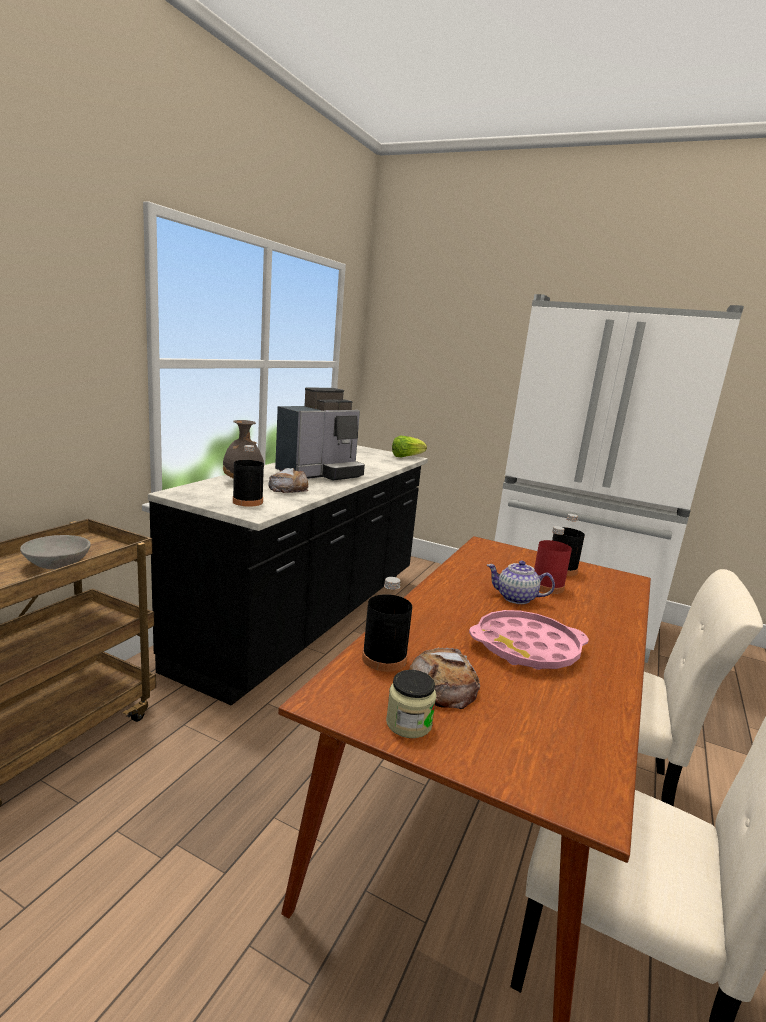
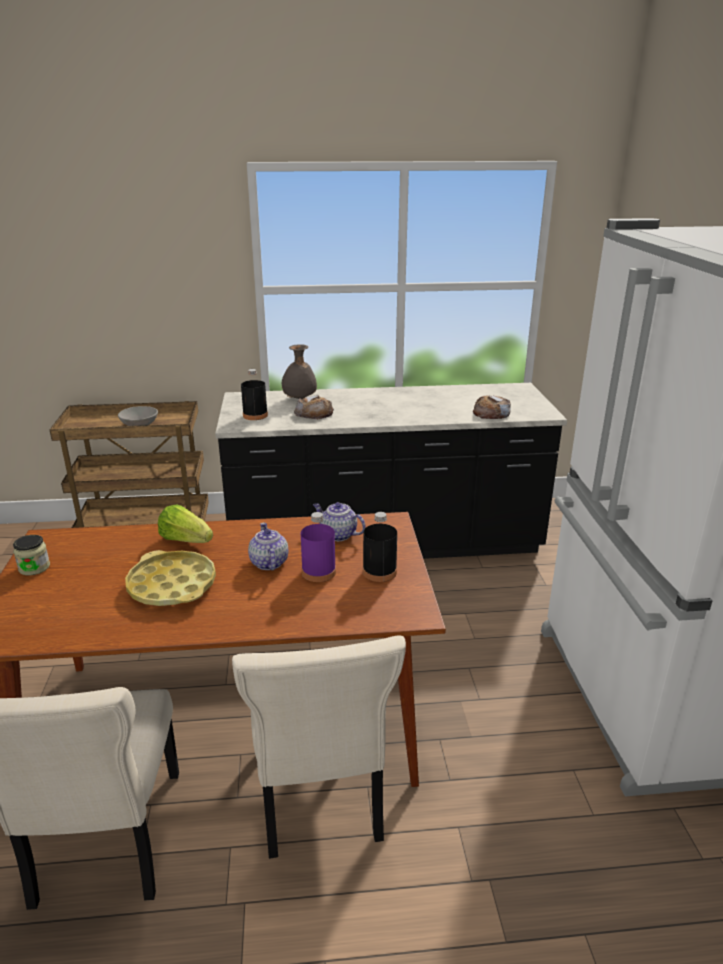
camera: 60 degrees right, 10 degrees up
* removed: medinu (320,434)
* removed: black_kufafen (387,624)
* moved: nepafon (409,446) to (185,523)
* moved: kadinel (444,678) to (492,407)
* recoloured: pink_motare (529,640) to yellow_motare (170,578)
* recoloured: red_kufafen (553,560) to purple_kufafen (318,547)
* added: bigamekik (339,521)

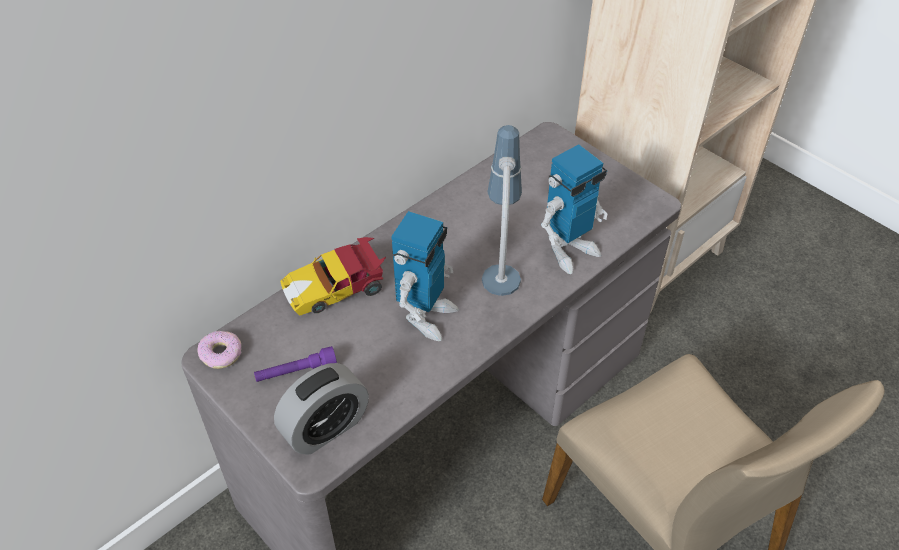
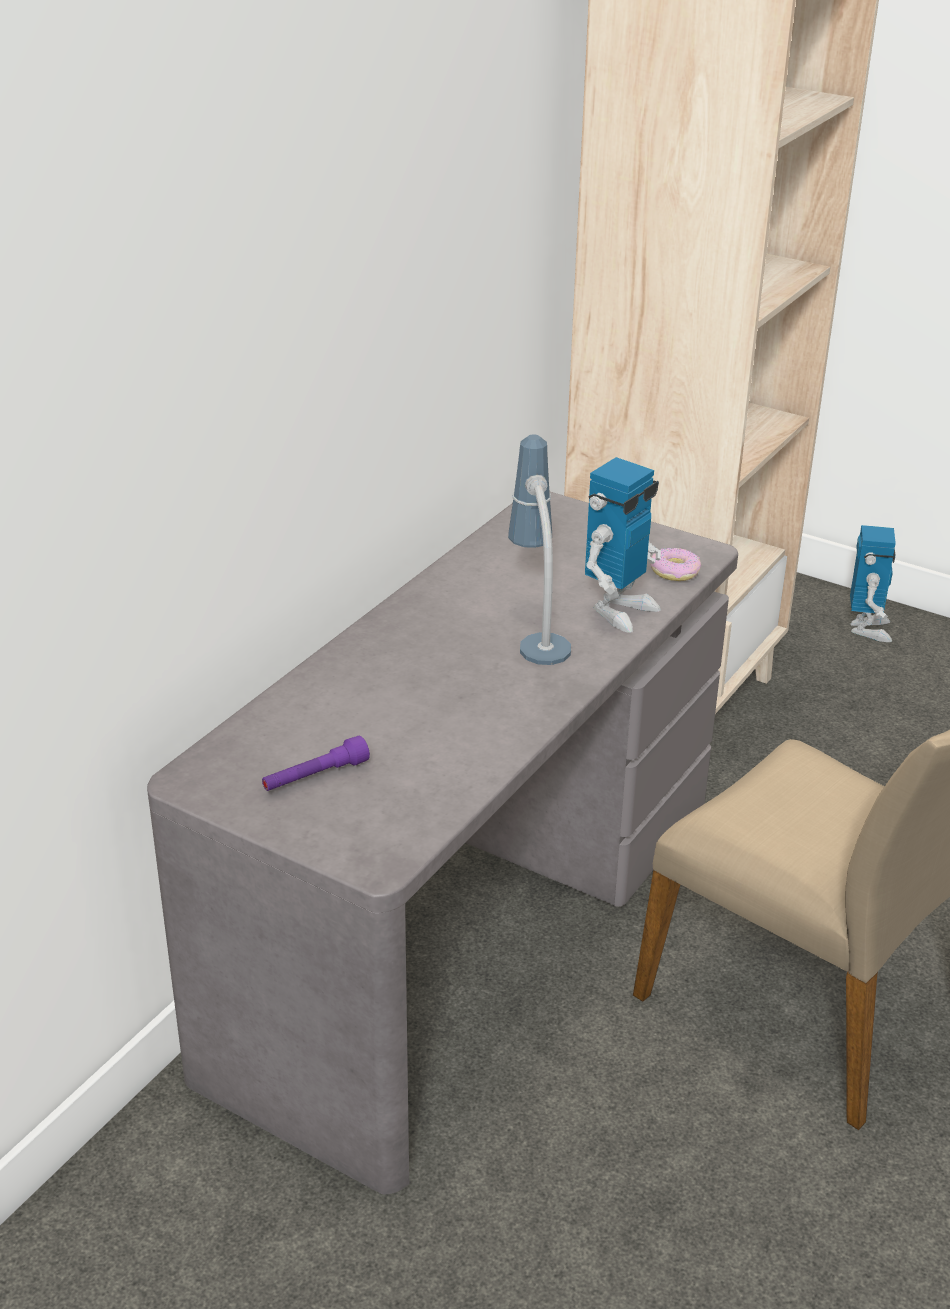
camera: 15 degrees left, 15 degrees down
* moved: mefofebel (219,350) to (676,564)
* removed: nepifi (321,409)
* removed: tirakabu (333,276)
* moved: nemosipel (425,276) to (873,583)

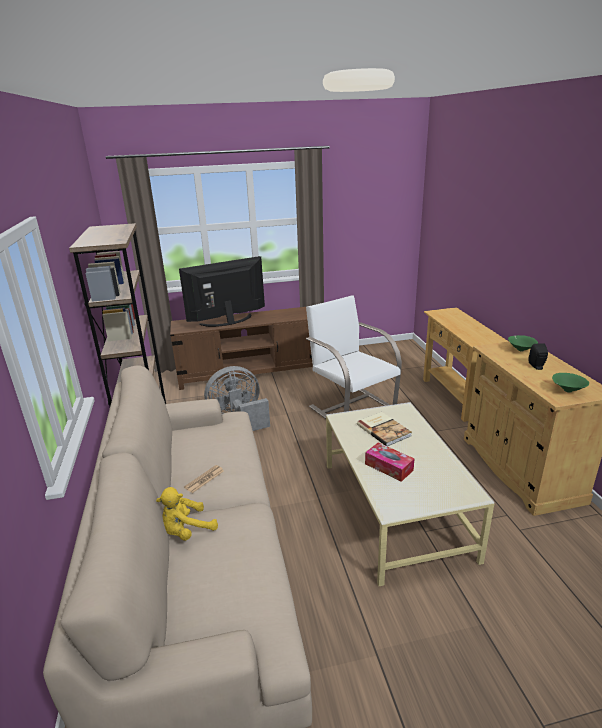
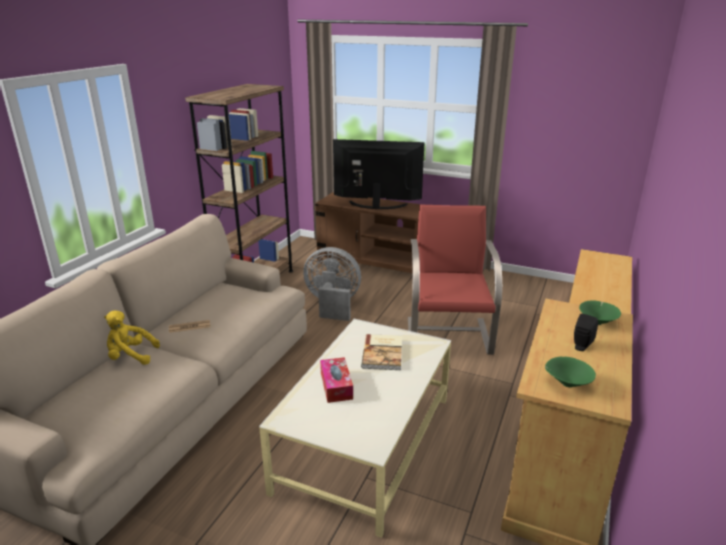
camera: 35 degrees right, 0 degrees up
* recoloured: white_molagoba (354,357) to red_molagoba (455,280)

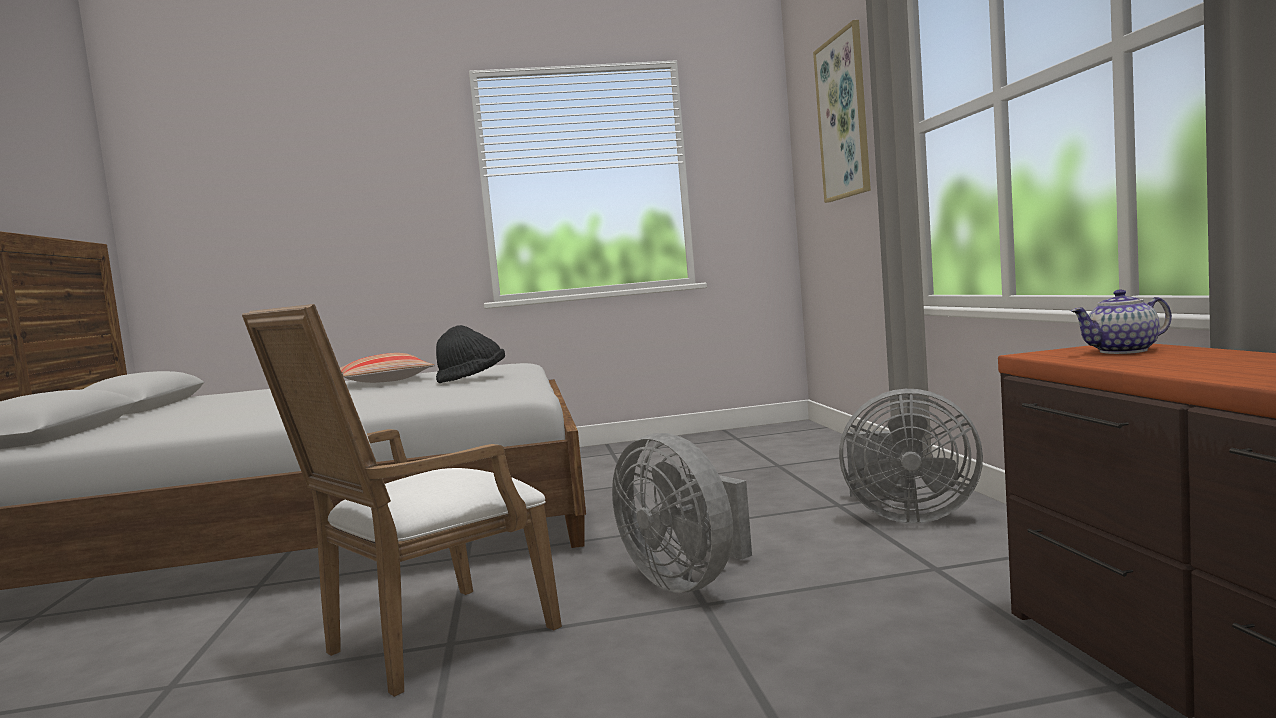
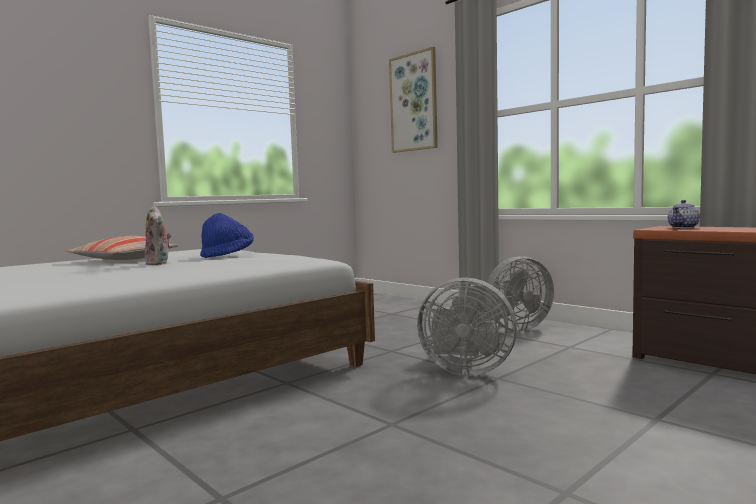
camera: 35 degrees left, 0 degrees up
* removed: white_molagoba (402,500)
* recoloured: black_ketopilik (470,354) to blue_ketopilik (227,235)
* added: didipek (158,235)

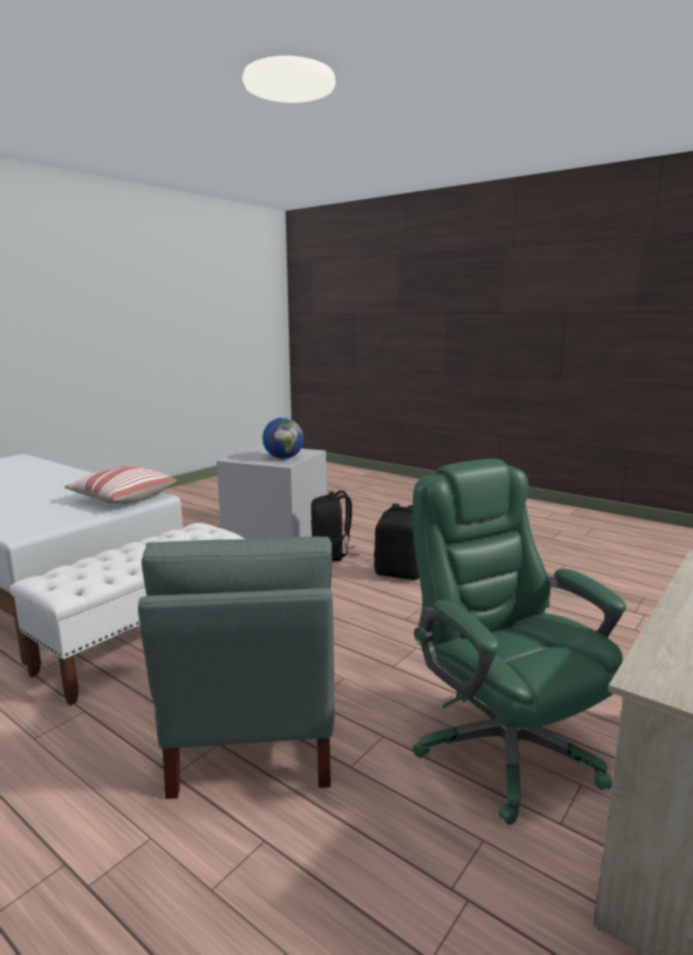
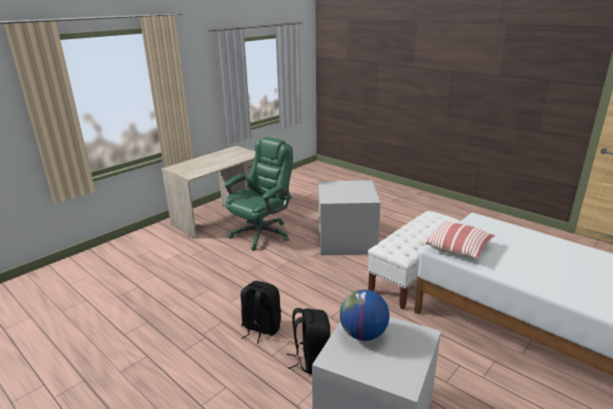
camera: 175 degrees left, 10 degrees up
* replaced: grey_molagoba (236,668) to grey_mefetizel (349,217)
* turned: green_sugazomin (519,642) = (259,194) 120 degrees counterclockwise

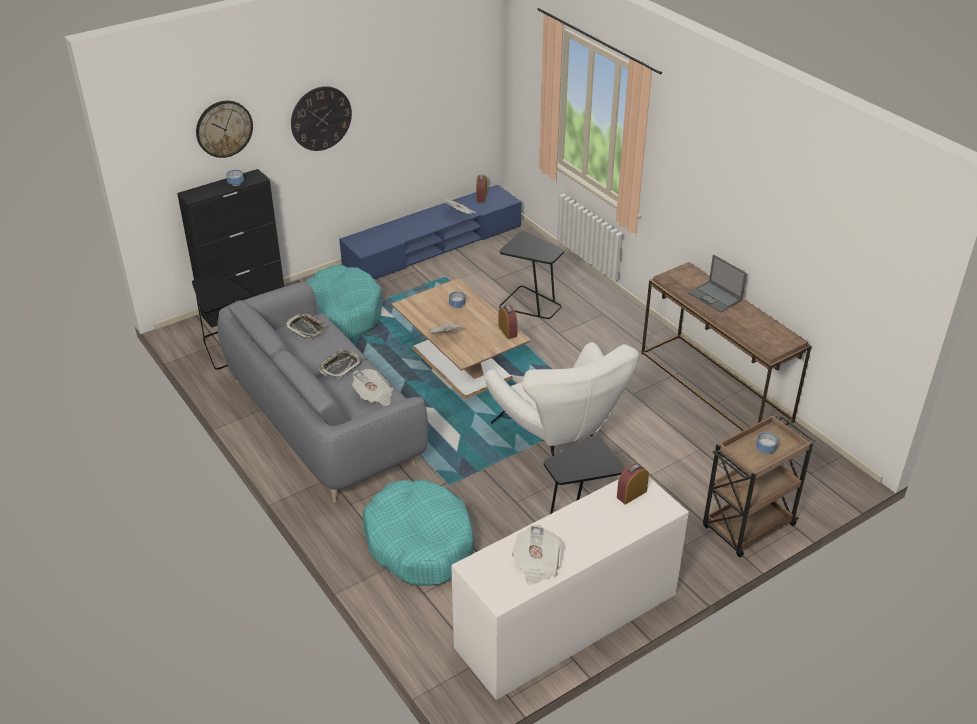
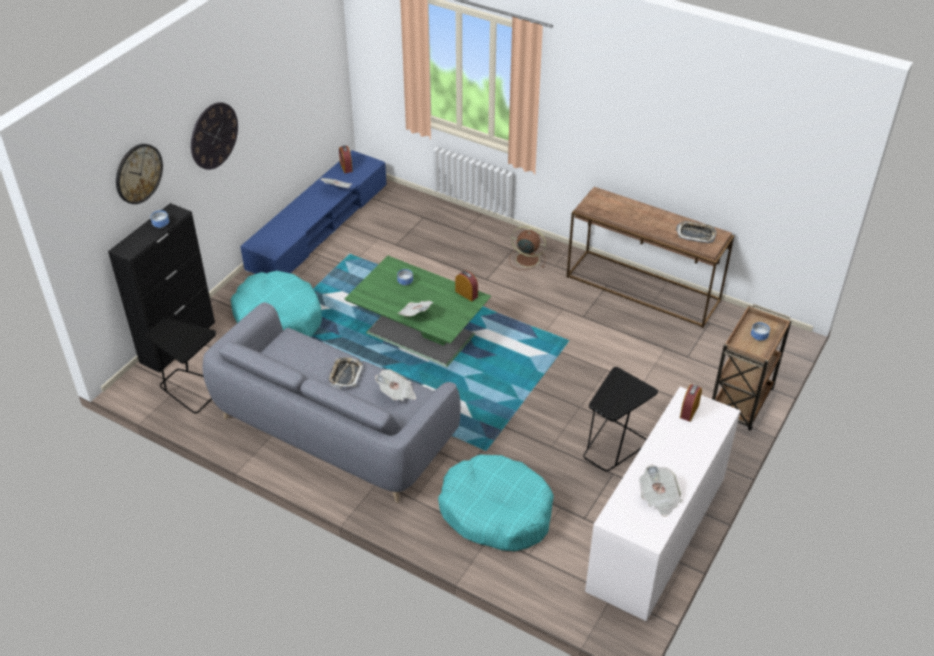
camera: 25 degrees left, 5 degrees up
* moved: motare (305,326) to (696,232)
* recoloured: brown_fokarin (461,338) to green_fokarin (417,311)
* removed: white_molagoba (562,399)
* removed: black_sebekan (531,275)
* removed: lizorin (717,284)
* added: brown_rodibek (527,248)

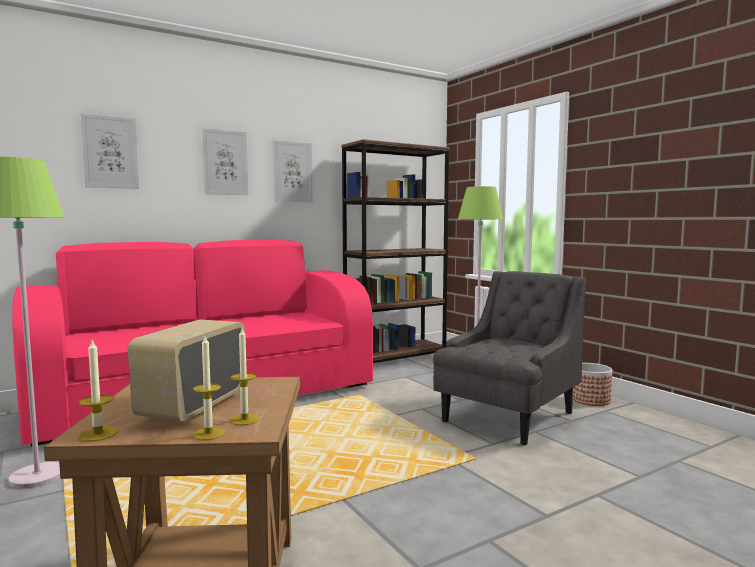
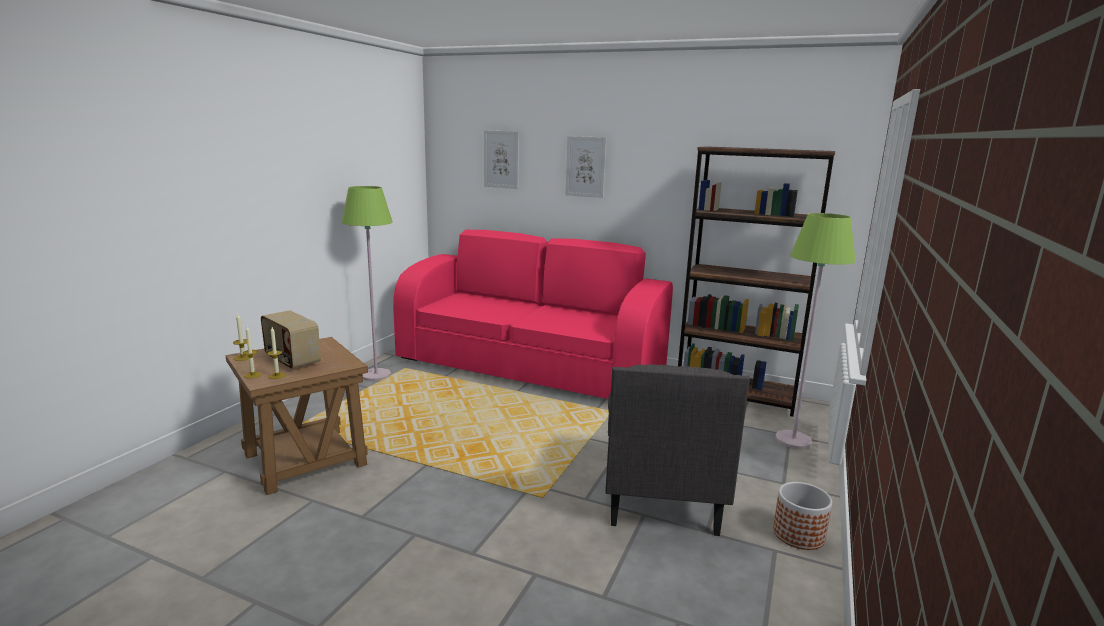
camera: 55 degrees right, 10 degrees up
* turned: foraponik (186,371) = (291,340) 120 degrees counterclockwise
* removed: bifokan (293,171)
* turned: grey_molagoba (509,358) = (677,450) 90 degrees clockwise

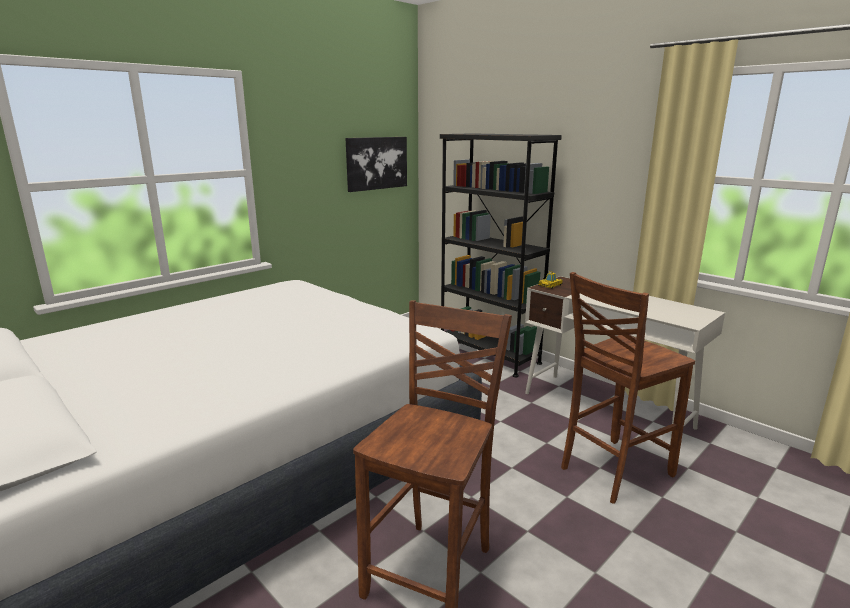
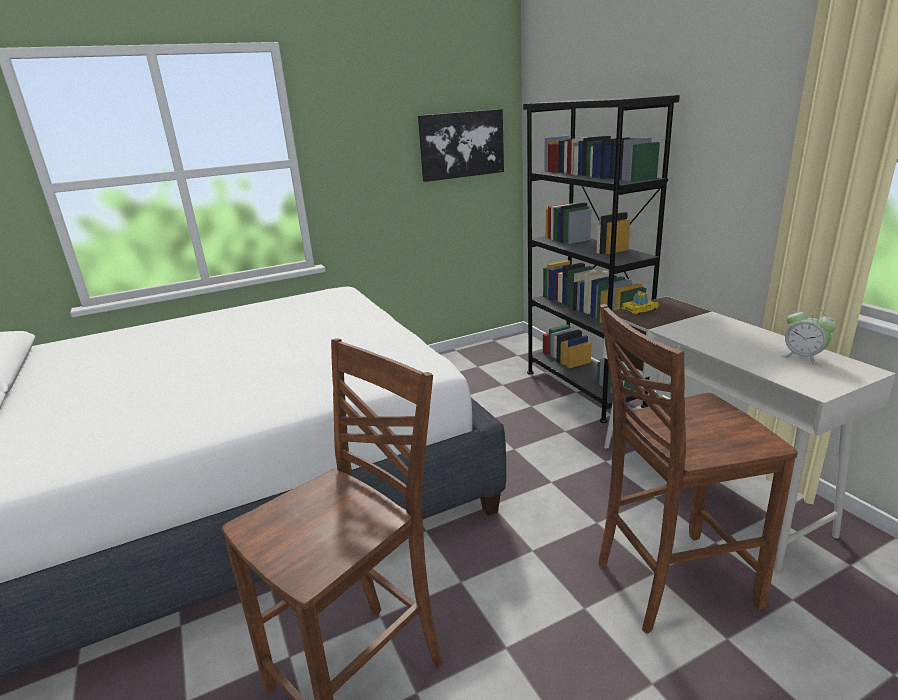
camera: 20 degrees right, 5 degrees up
* added: nepifi (809,336)

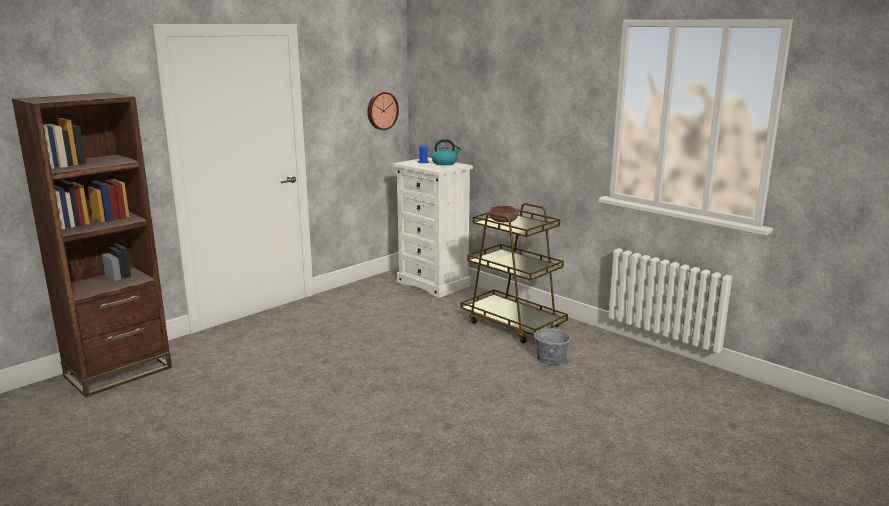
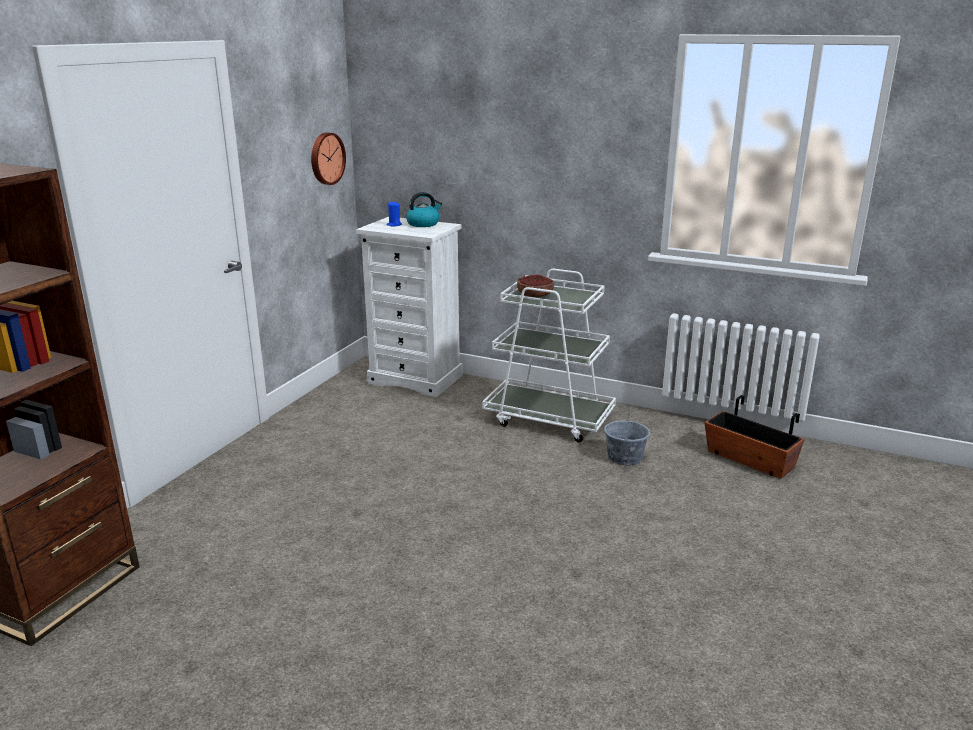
camera: 20 degrees left, 5 degrees up
* recoloured: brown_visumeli (514,273) to white_visumeli (549,356)
* added: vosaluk (755,437)

